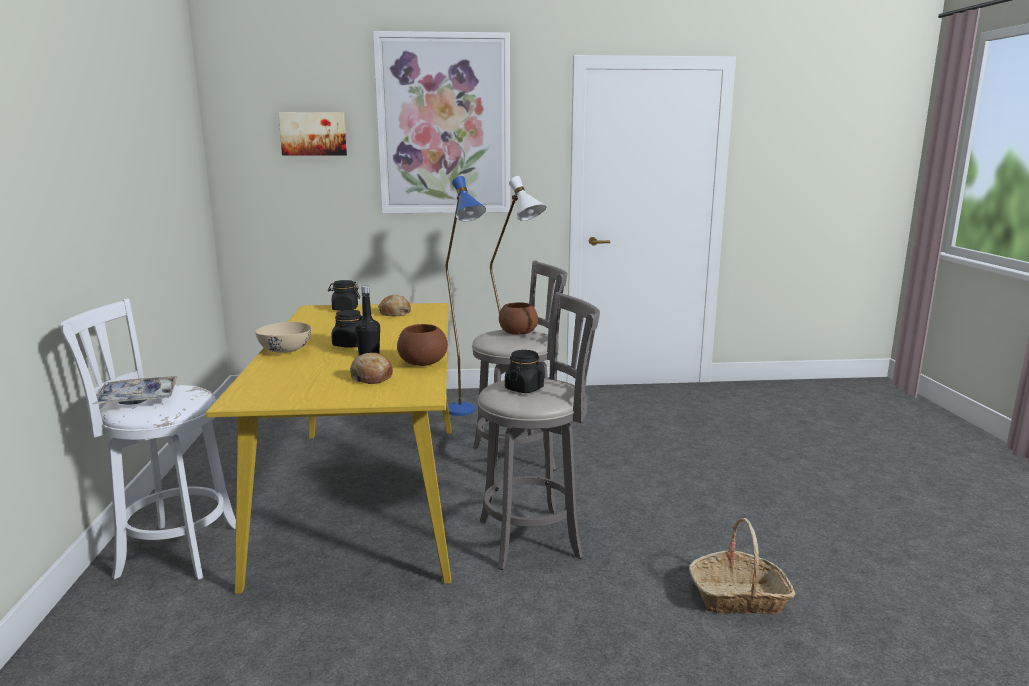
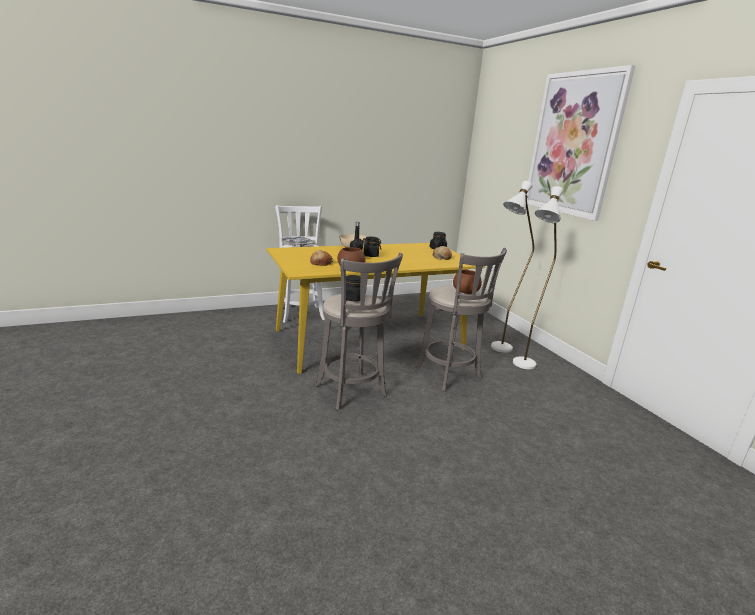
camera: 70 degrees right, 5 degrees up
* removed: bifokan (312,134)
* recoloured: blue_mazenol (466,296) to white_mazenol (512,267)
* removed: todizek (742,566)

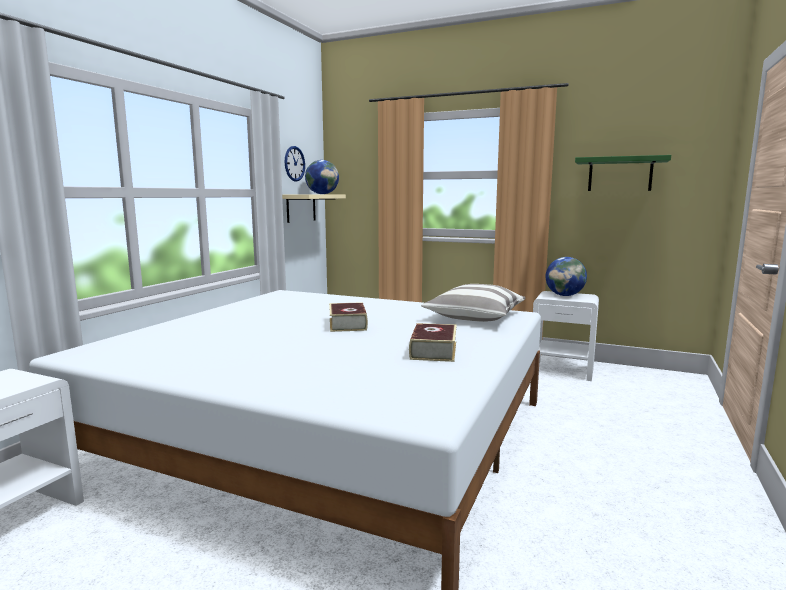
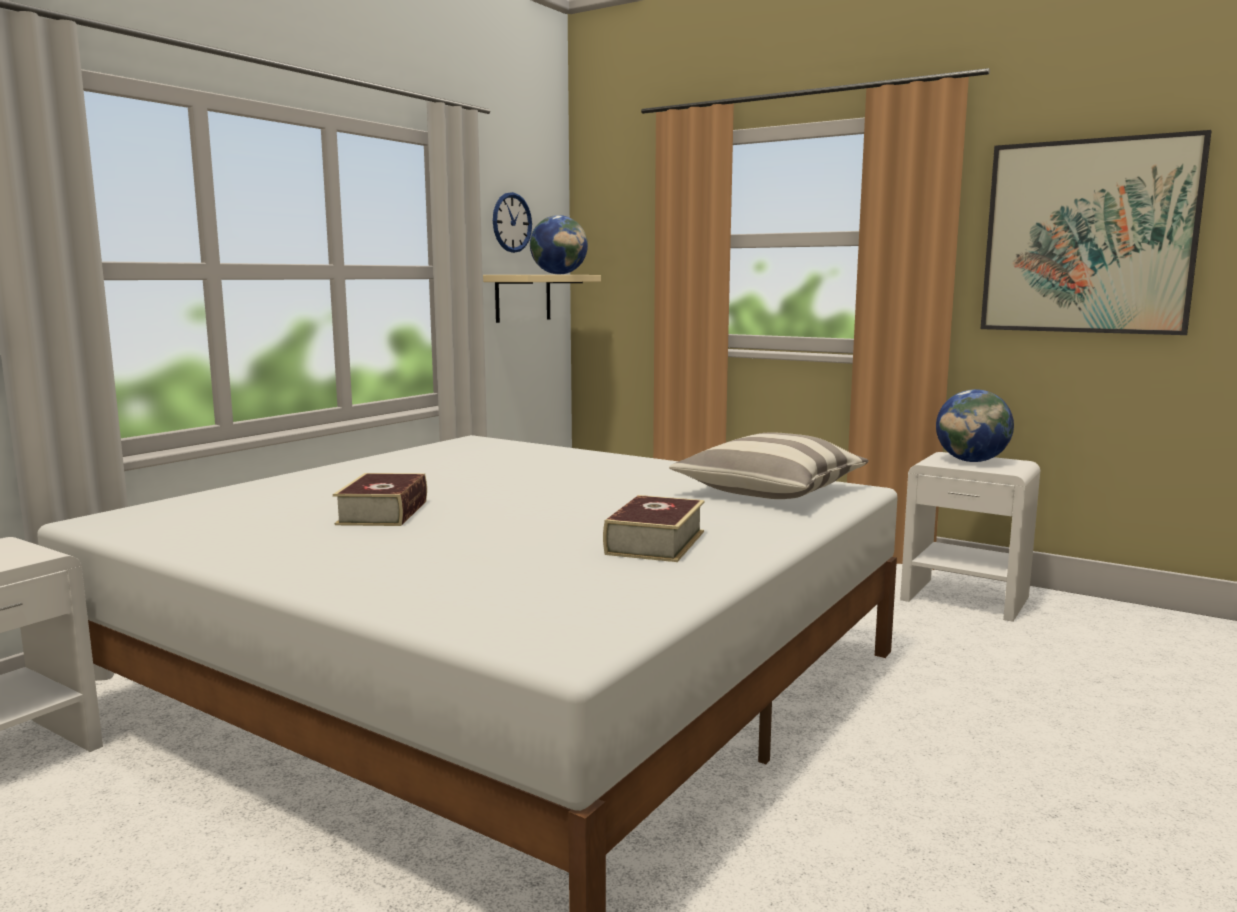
camera: 10 degrees right, 0 degrees up
* moved: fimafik (348,317) to (380,499)
* replaced: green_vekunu (623,173) to bifokan (1096,232)

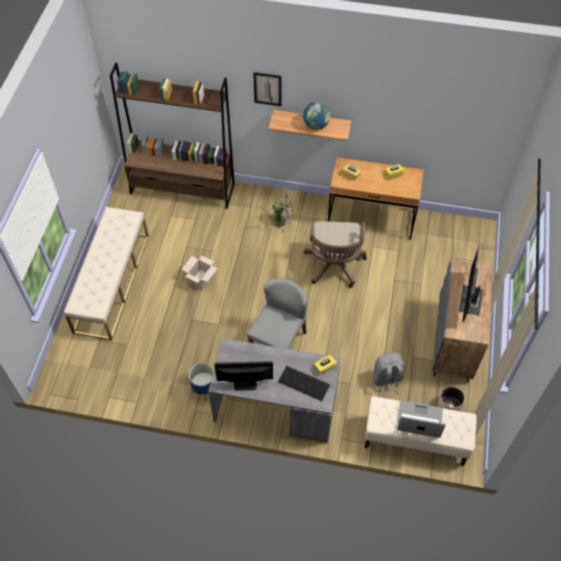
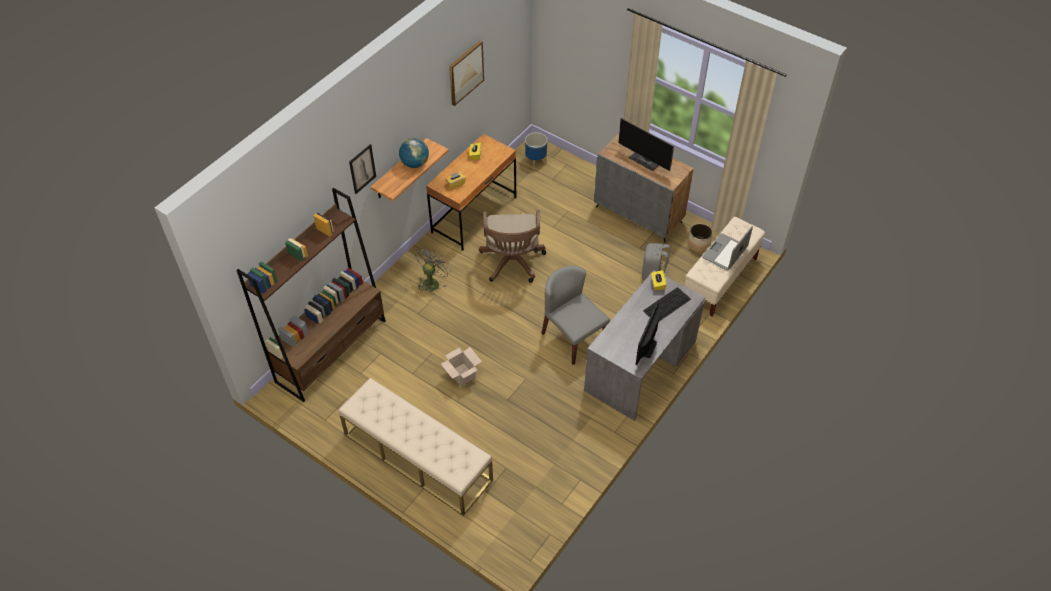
camera: 65 degrees left, 5 degrees down
* moved: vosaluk (201,382) to (536,151)
* turned: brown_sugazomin (335,254) = (512,246) 60 degrees clockwise
* added: bifokan (466,73)

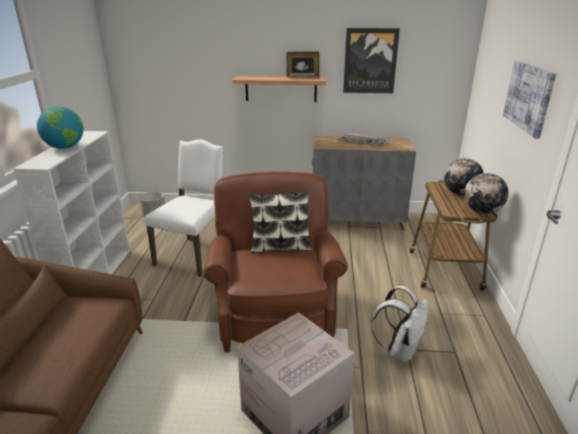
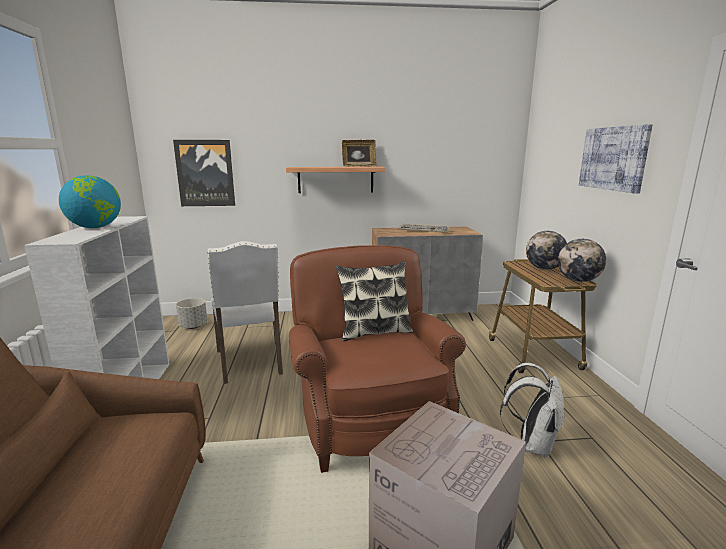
camera: 10 degrees left, 10 degrees down
* turned: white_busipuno (184,208) = (245,312) 150 degrees clockwise
* moved: bifokan (371,60) to (204,173)

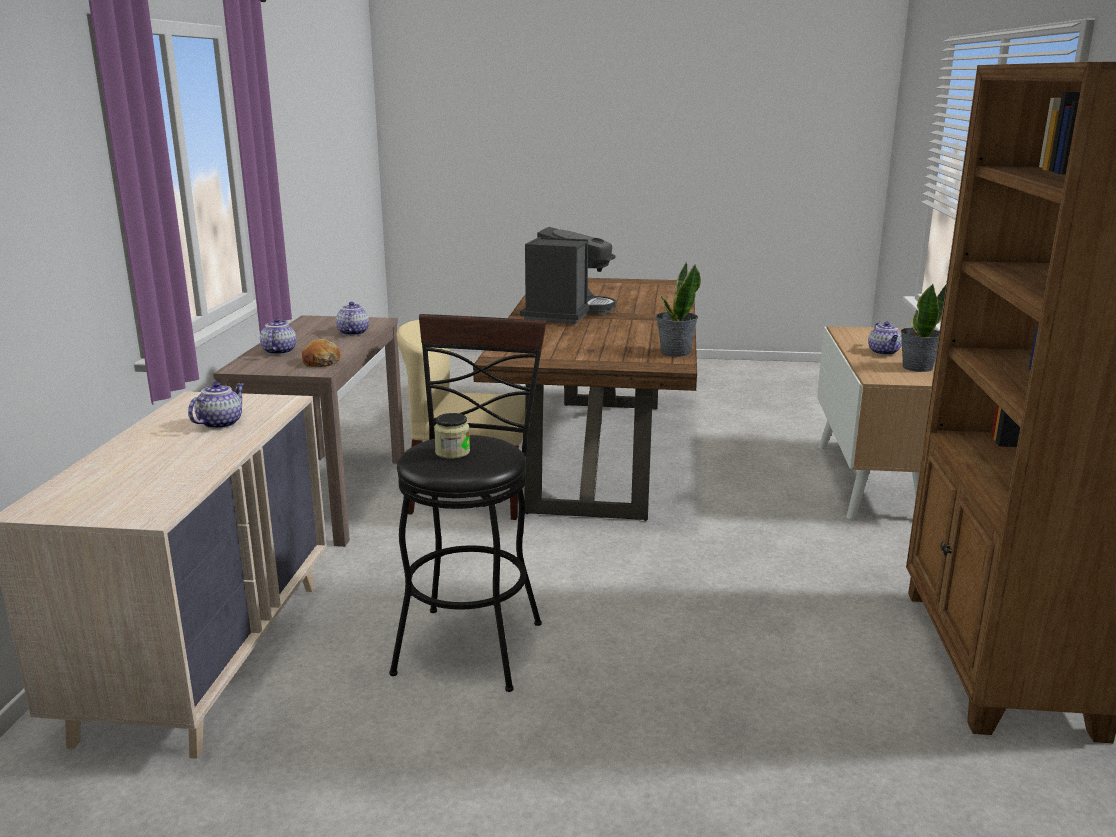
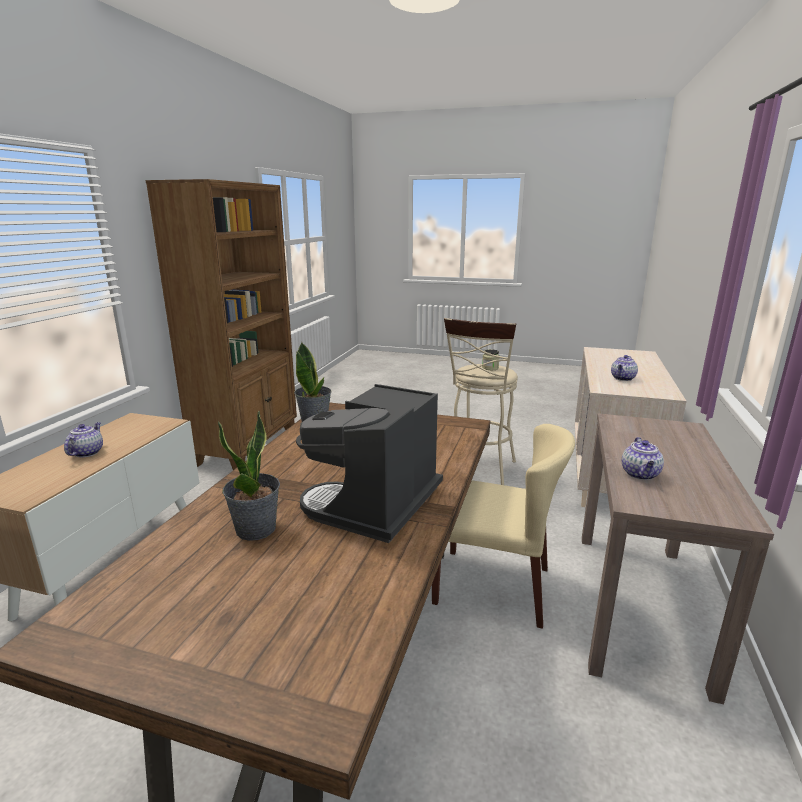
camera: 170 degrees left, 0 degrees up
* removed: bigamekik (278,336)
* removed: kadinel (321,353)
* recoloured: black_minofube (468,503) to beige_minofube (481,401)
* moved: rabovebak (923,328) to (249,476)

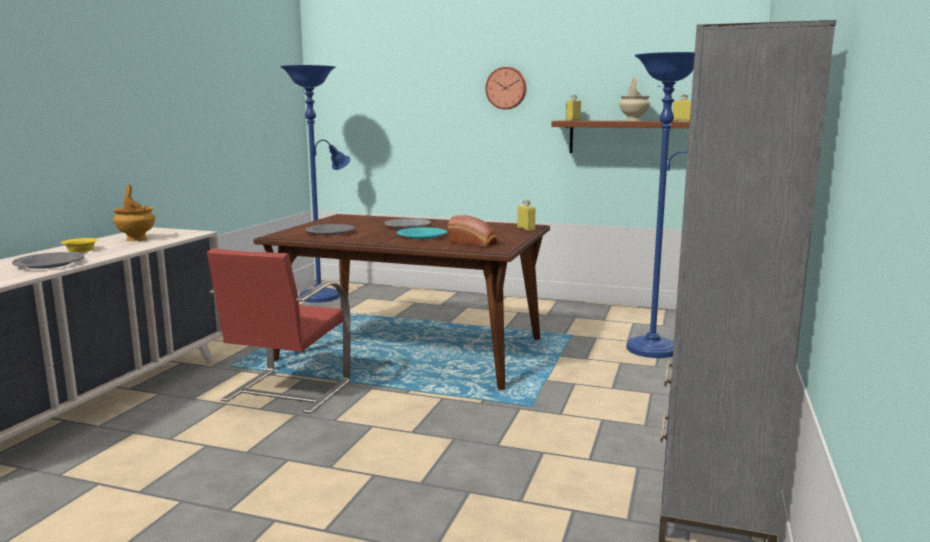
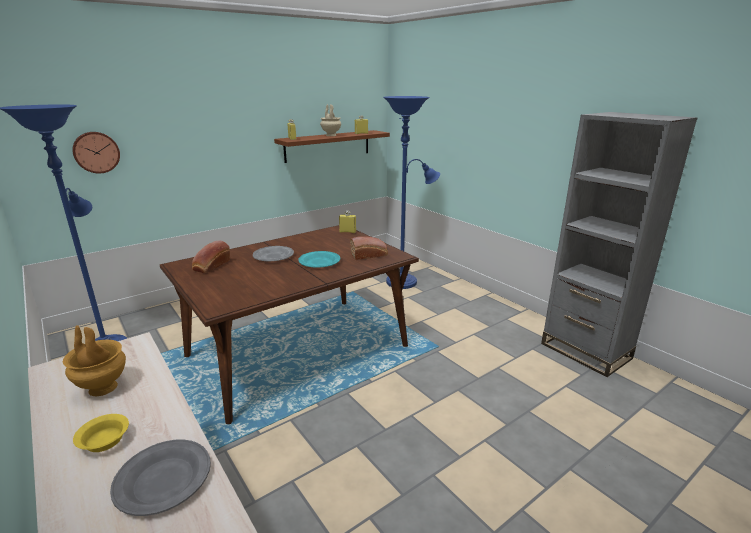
camera: 55 degrees left, 10 degrees up
* removed: red_busipuno (279,330)
* removed: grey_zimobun (330,229)
* moved: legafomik (506,88) to (96,153)
* added: kadinel (211,256)

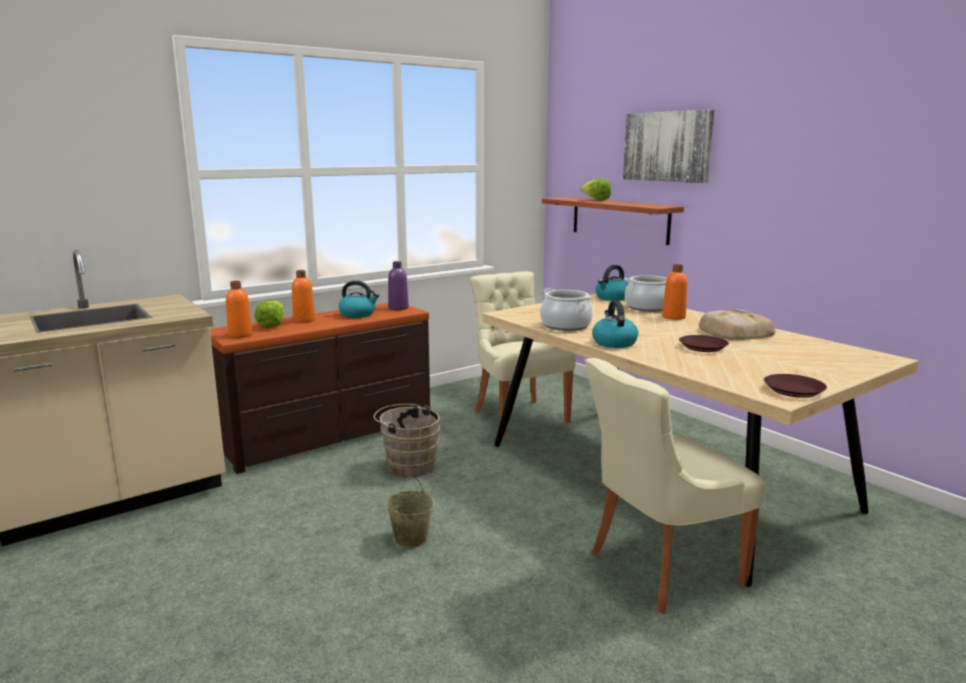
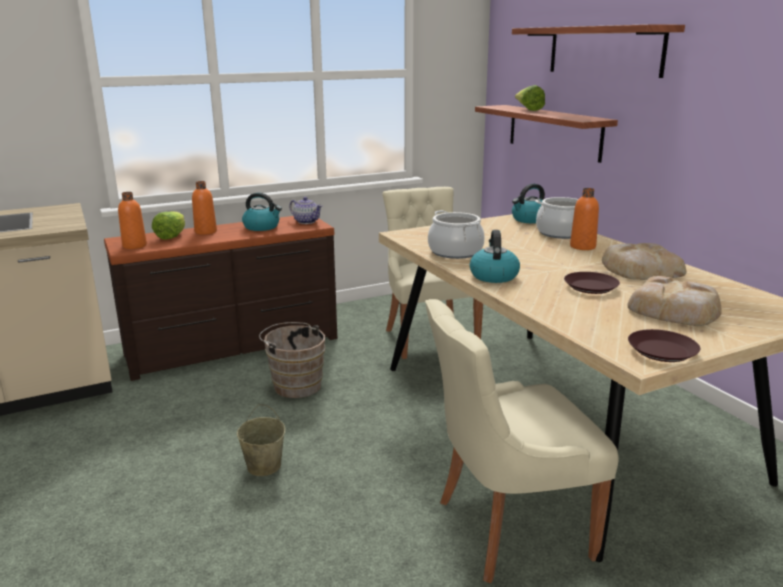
camera: 10 degrees right, 5 degrees up
* replaced: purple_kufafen (398,285) to bigamekik (305,210)
* replaced: bifokan (668,146) to vekunu (598,51)
* added: kadinel (674,301)

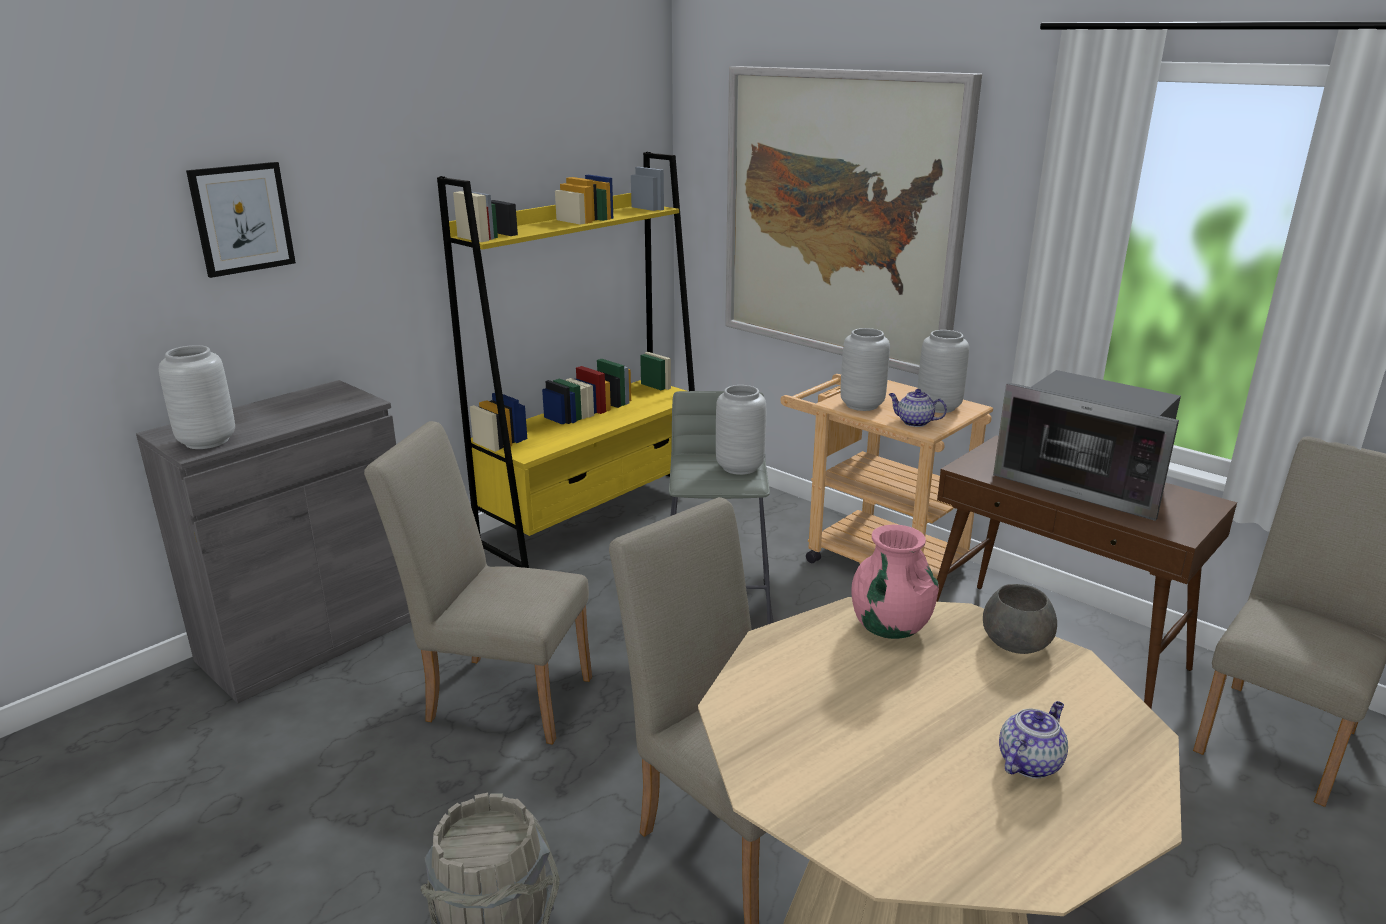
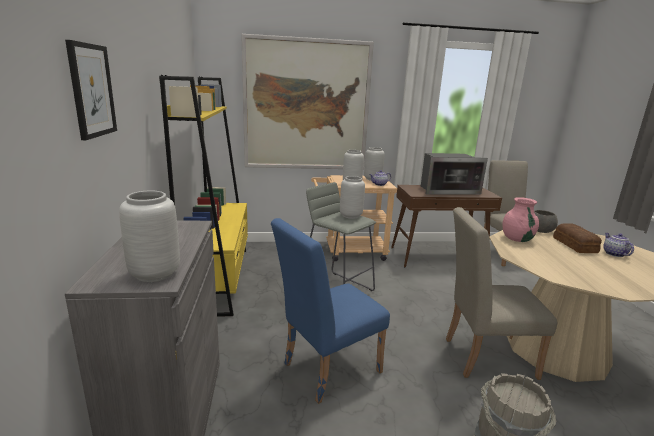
camera: 50 degrees left, 5 degrees down
* recoloured: beige_busipuno (478,583) to blue_busipuno (330,311)
* added: kadinel (577,238)

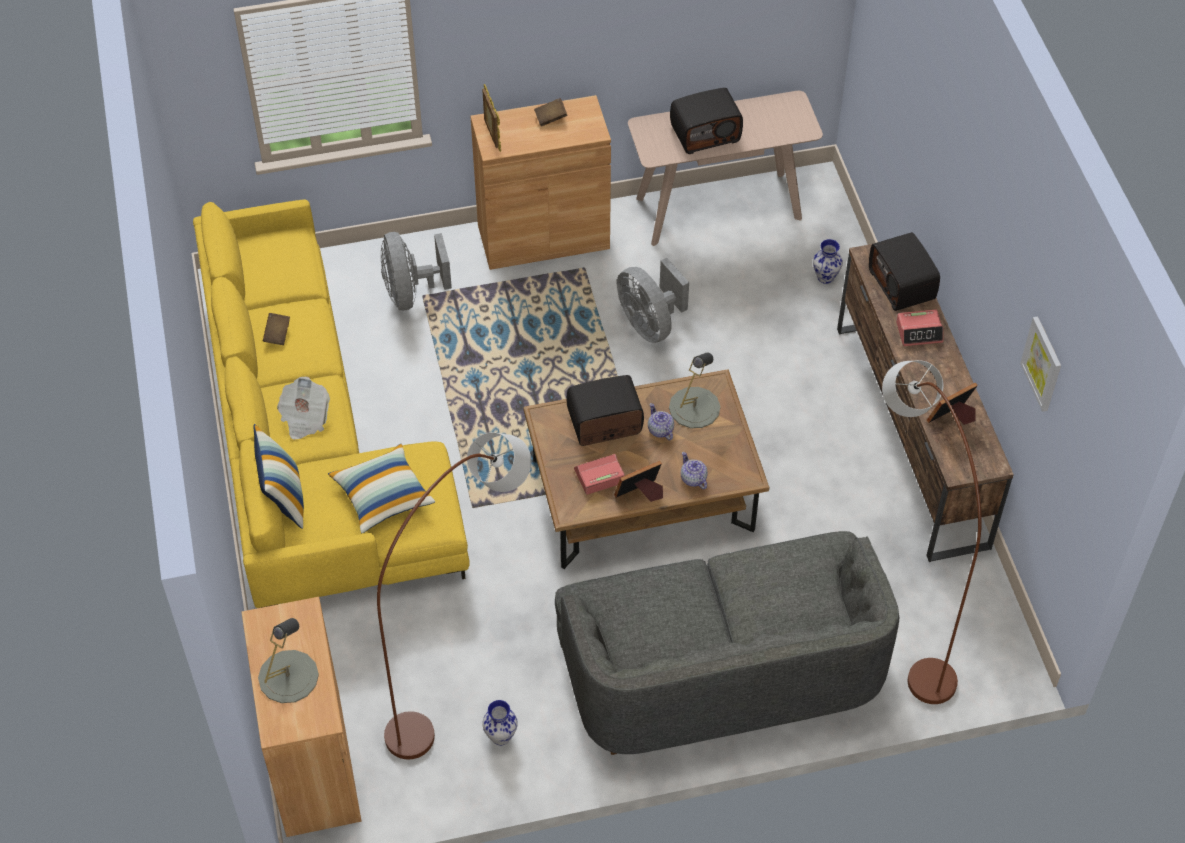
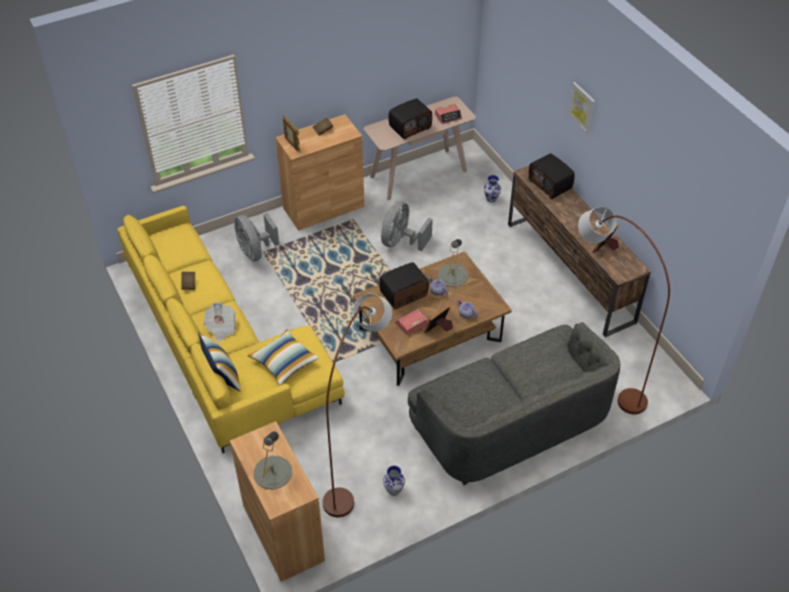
camera: 15 degrees left, 5 degrees down
* turned: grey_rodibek (653,300) = (407,226) 75 degrees clockwise
* moved: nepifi (919,328) to (448,114)
* moved: bifokan (1040,364) to (581,108)

